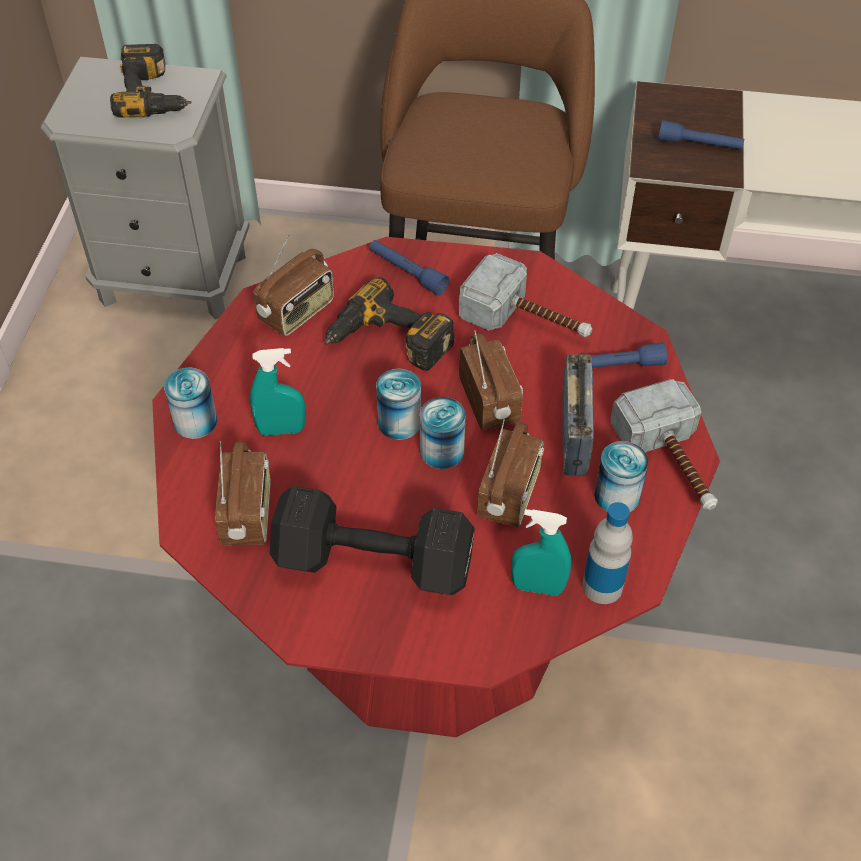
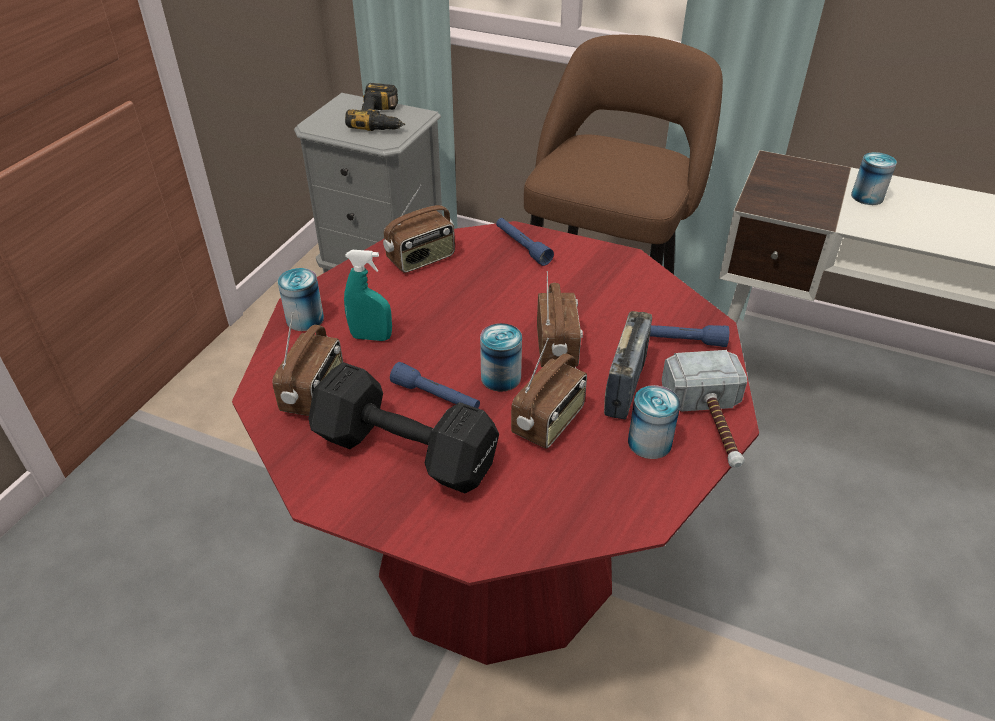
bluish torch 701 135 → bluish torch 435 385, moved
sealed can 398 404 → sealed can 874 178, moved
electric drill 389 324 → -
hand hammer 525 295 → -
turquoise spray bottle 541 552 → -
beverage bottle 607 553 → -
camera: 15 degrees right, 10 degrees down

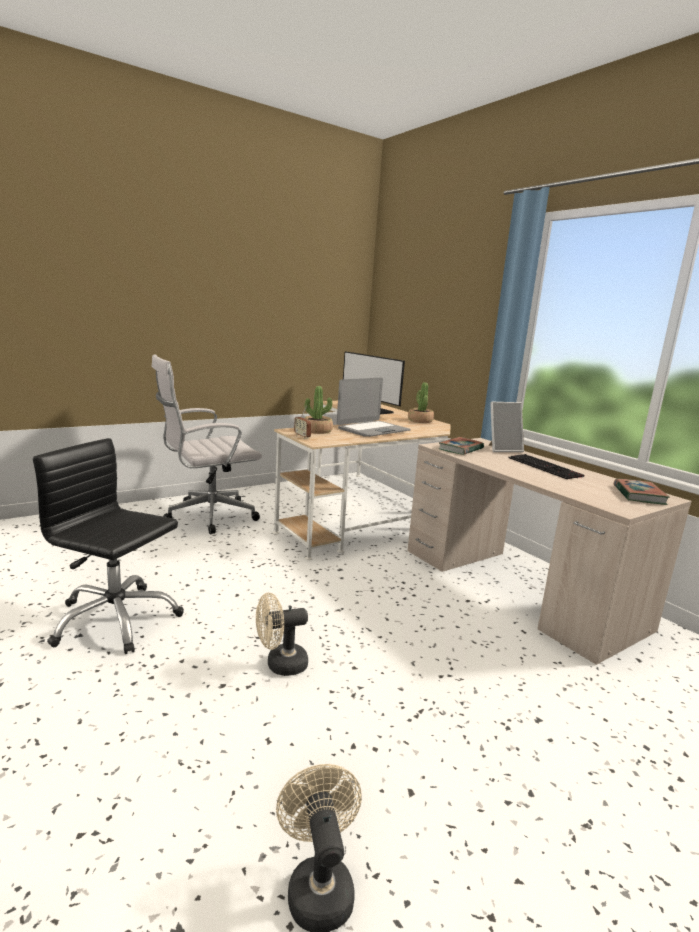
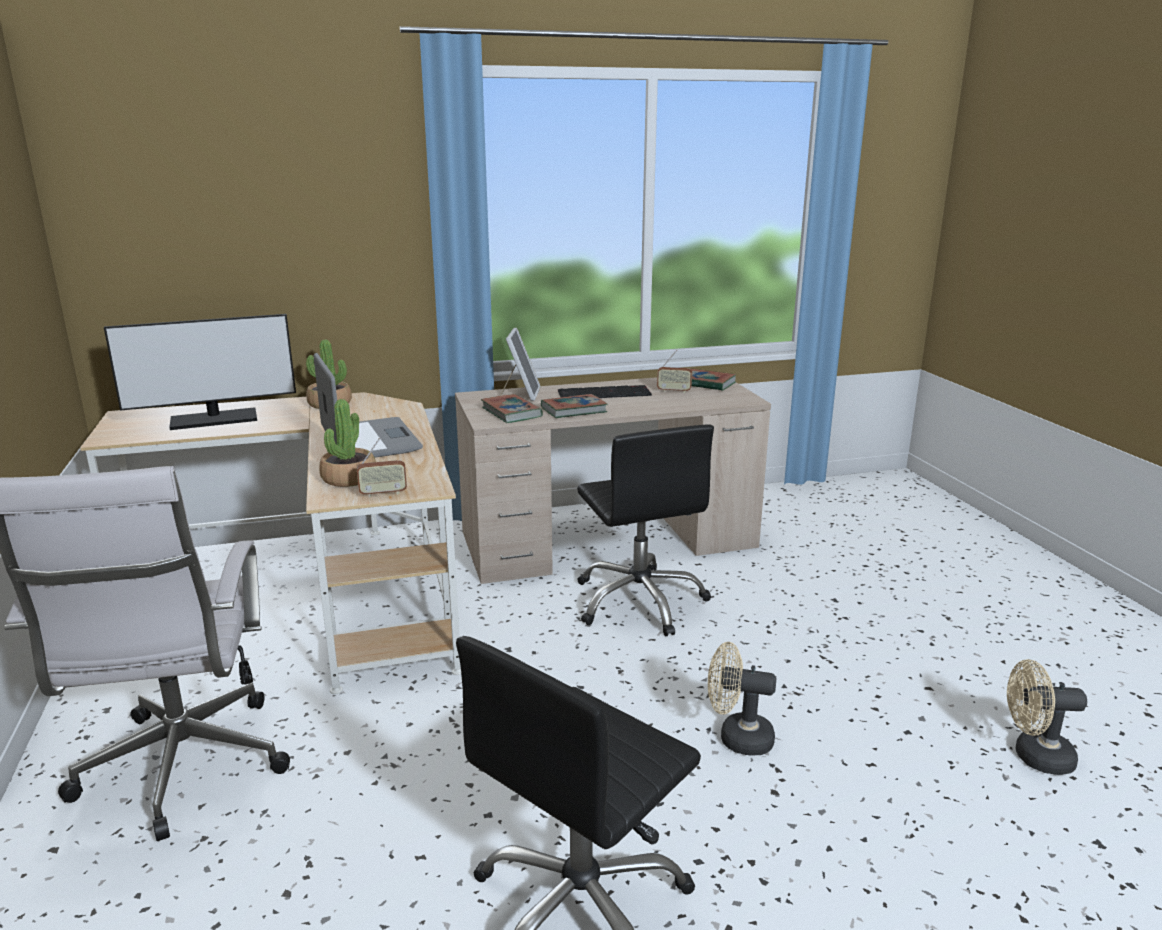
- → volume 574 406
- → black-coloured office chair 645 530
- → radio set 674 371
beige fan 282 634 → beige fan 742 698, 105 degrees clockwise
camera: 70 degrees left, 5 degrees up

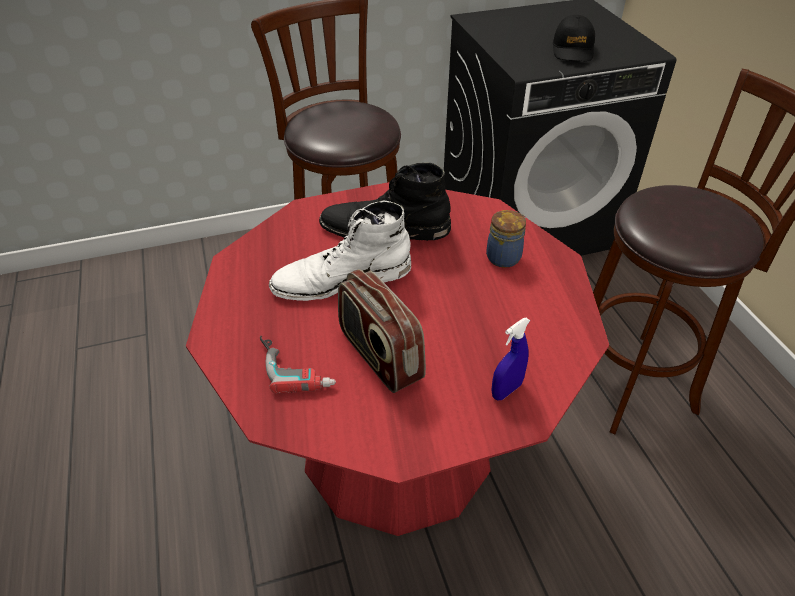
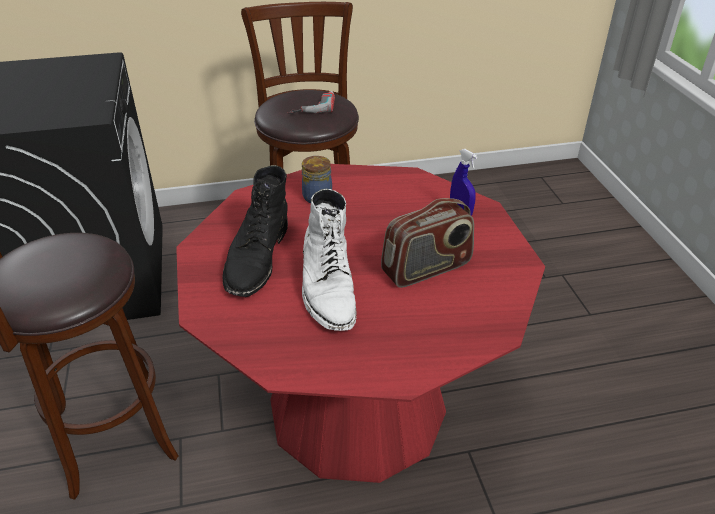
electric drill 298 364 → electric drill 311 102, moved
black-coloured peaked cap 574 38 → -
camera: 85 degrees left, 5 degrees down

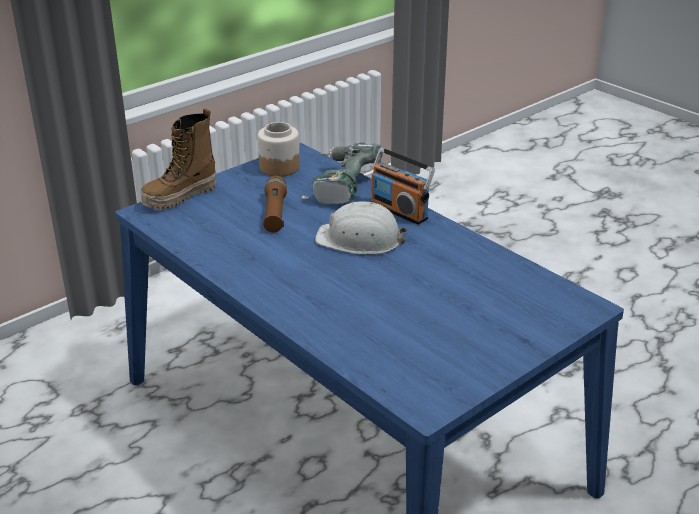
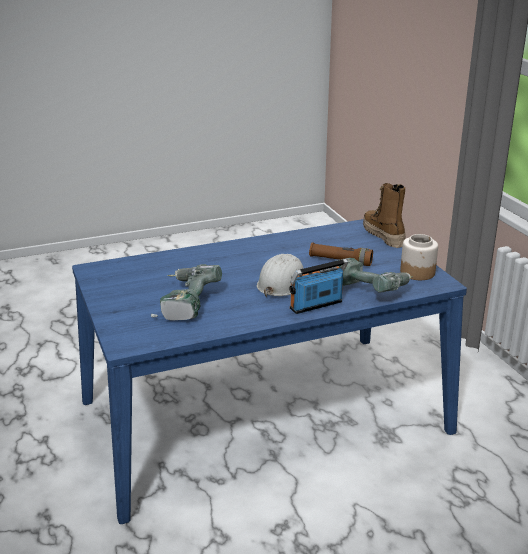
- → electric drill 186 292
camera: 110 degrees right, 5 degrees down

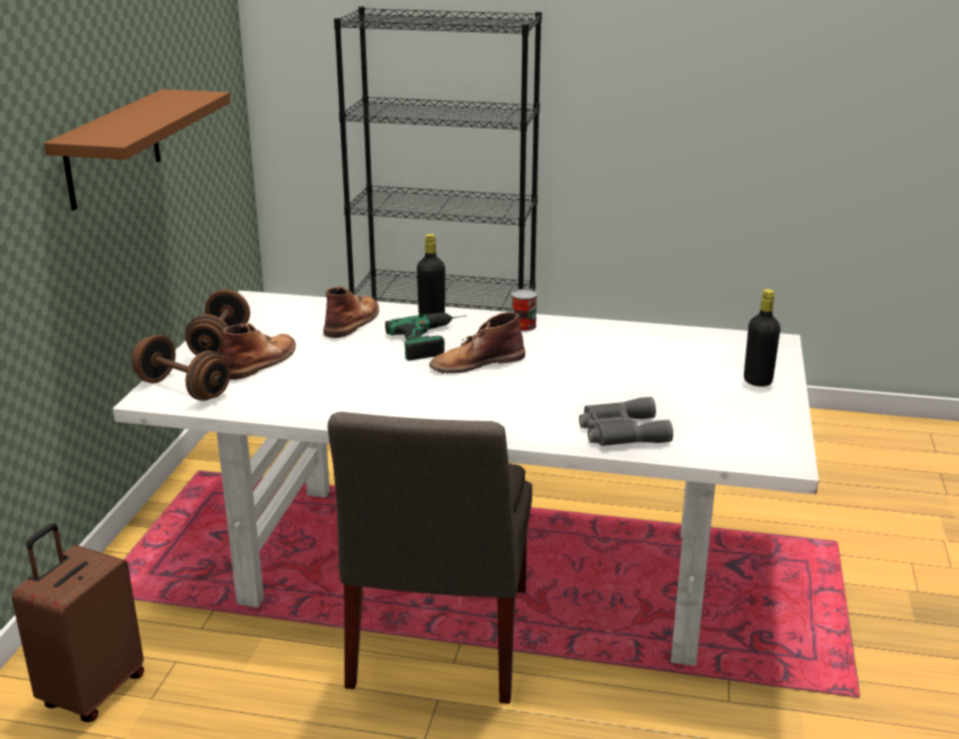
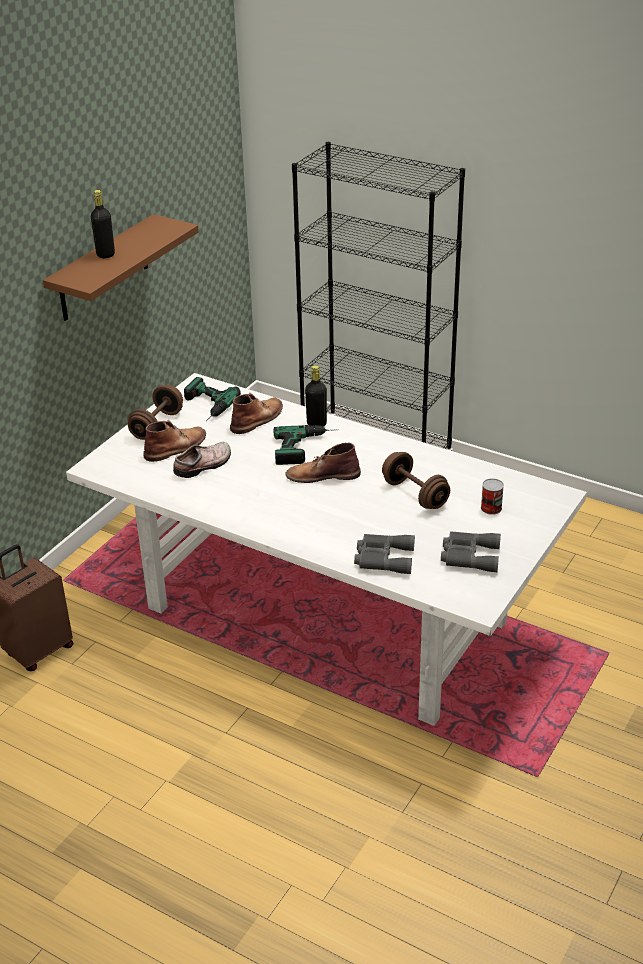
black-coloured beverage bottle 762 338 → black-coloured beverage bottle 103 224, moved
- → shoe 202 460
- → electric drill 212 399
brown free weight 180 368 → brown free weight 416 480, moved
- → greyish pair of binoculars 471 551
sealed can 524 310 → sealed can 492 496, moved
greyish plain chair 430 558 → -
camera: 20 degrees right, 10 degrees up

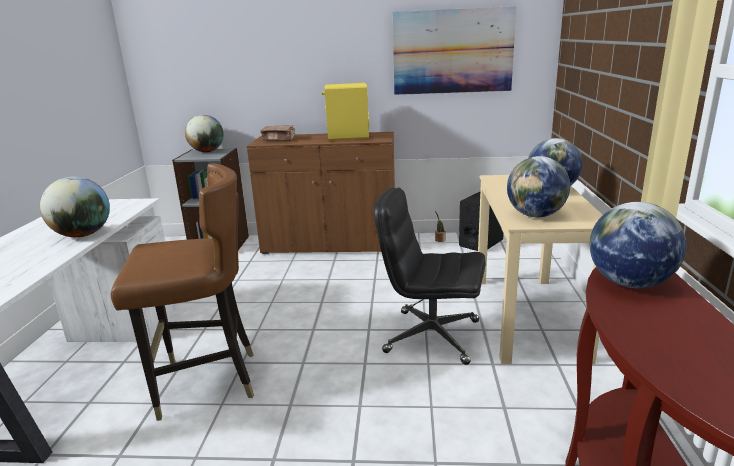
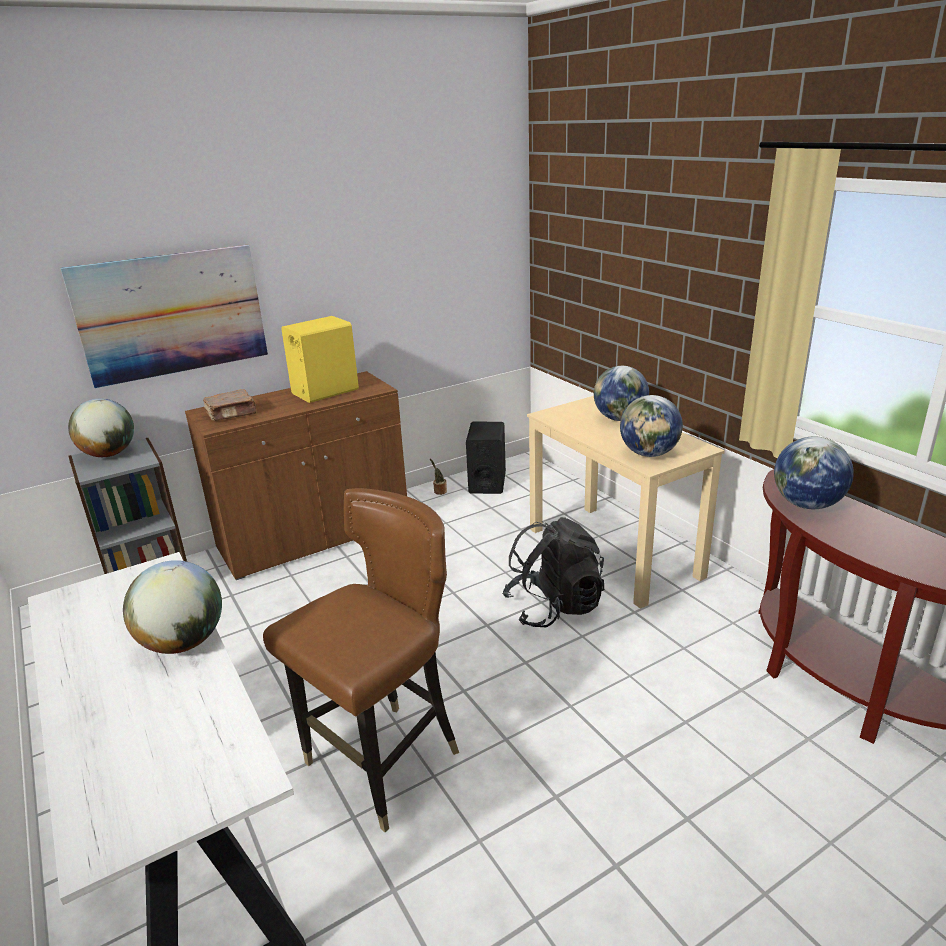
wall picture 454 50 → wall picture 164 316, moved
black-coloured office chair 430 276 → black-coloured backpack 553 572
camera: 35 degrees left, 5 degrees up

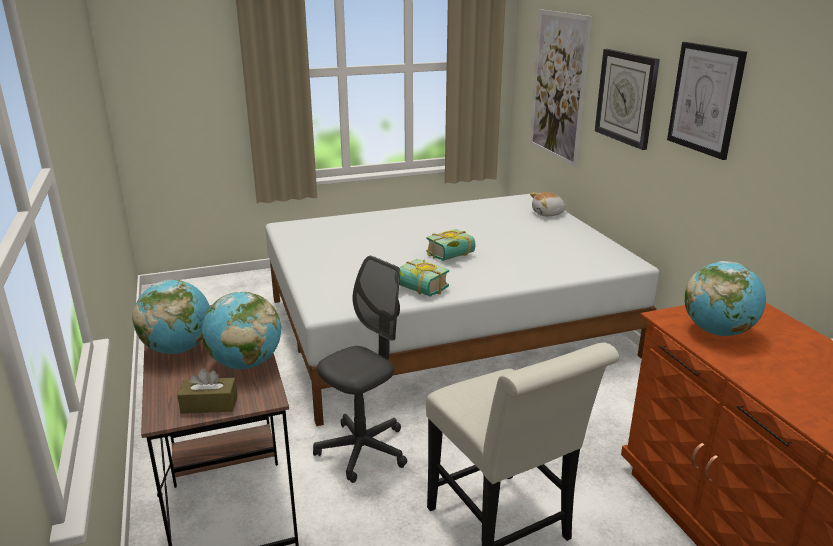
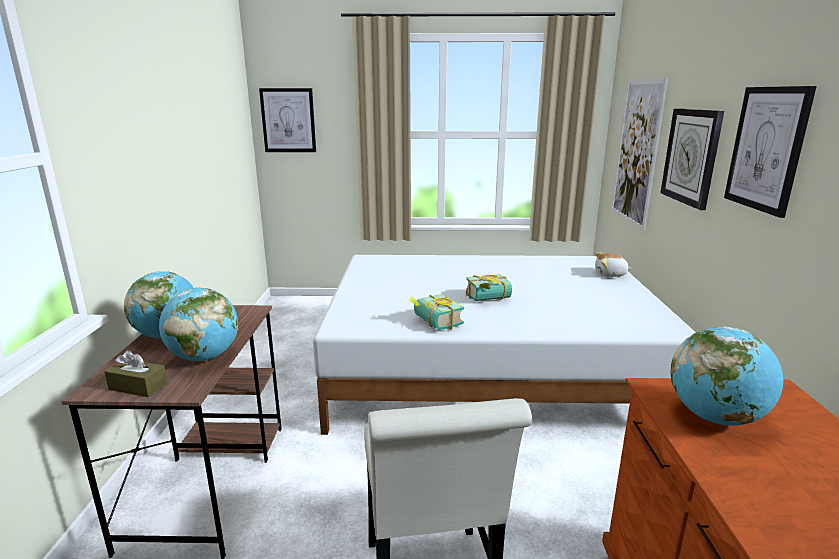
- → wall picture 287 120
greyish office chair 360 369 → -
camera: 20 degrees right, 5 degrees down

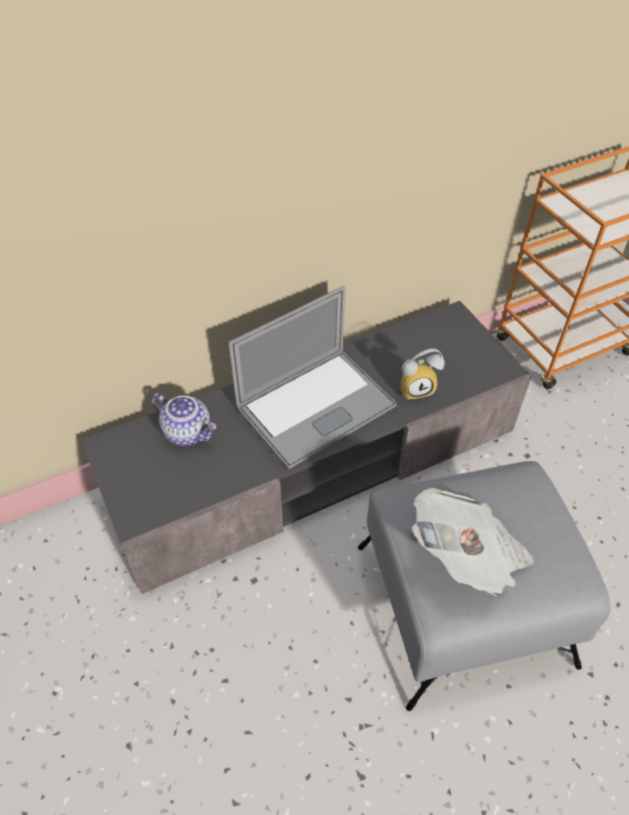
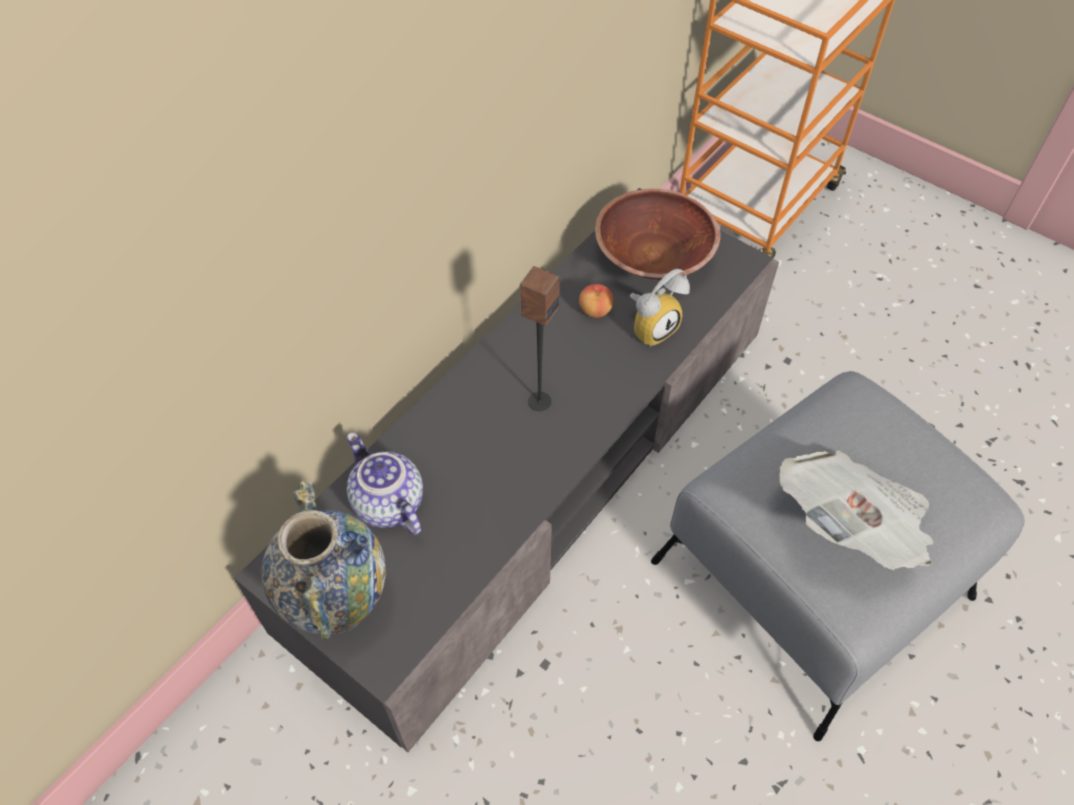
- → vase 323 560
pot for tea 183 419 → pot for tea 385 483, 135 degrees counterclockwise
notebook computer 312 377 → audio speaker 540 338
- → whole apple 596 301
- → brown deep dish 658 234
camera: 25 degrees left, 5 degrees up

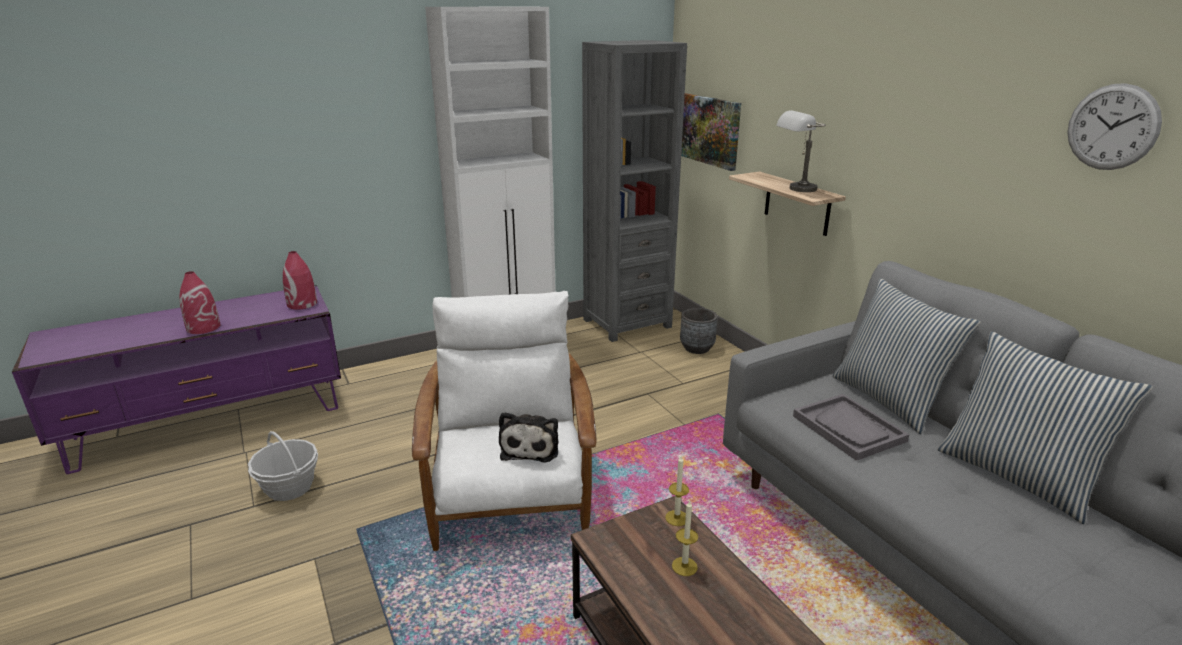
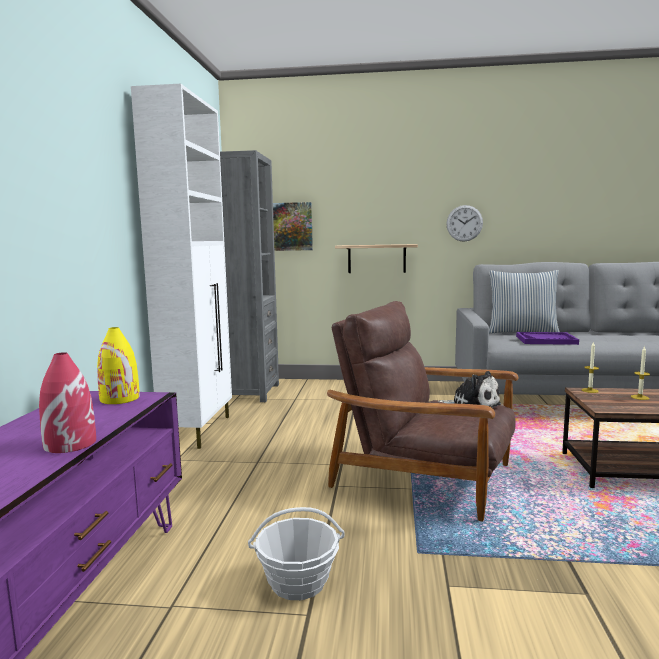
red-coloured vase 300 280 → yellow vase 118 365
white-coloured lounge chair 504 421 → brown lounge chair 423 411
hanging clock 1114 126 → hanging clock 464 223, moved
greyish tray 851 427 → purplish tray 547 338
greyish planter 699 331 → -
greyish table lamp 801 151 → -
throw pillow 1045 427 → -
camera: 55 degrees left, 15 degrees down

